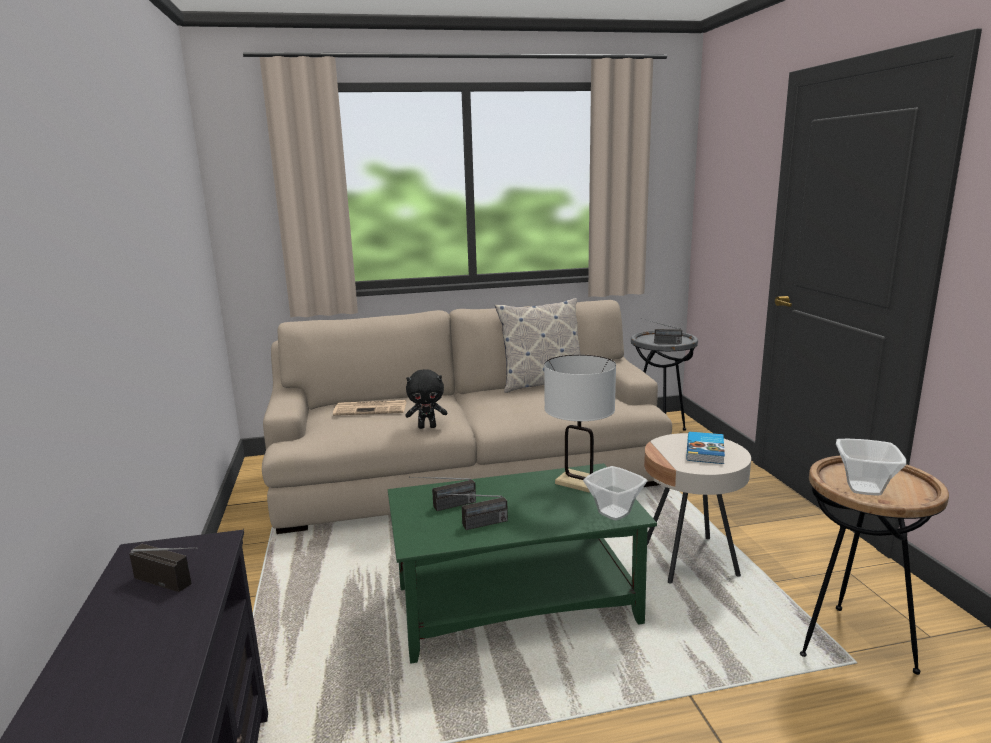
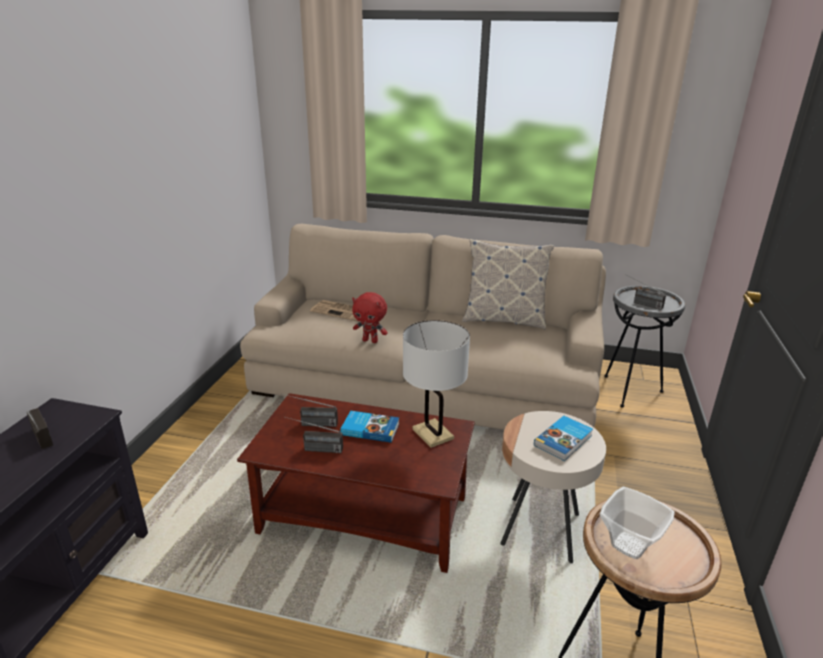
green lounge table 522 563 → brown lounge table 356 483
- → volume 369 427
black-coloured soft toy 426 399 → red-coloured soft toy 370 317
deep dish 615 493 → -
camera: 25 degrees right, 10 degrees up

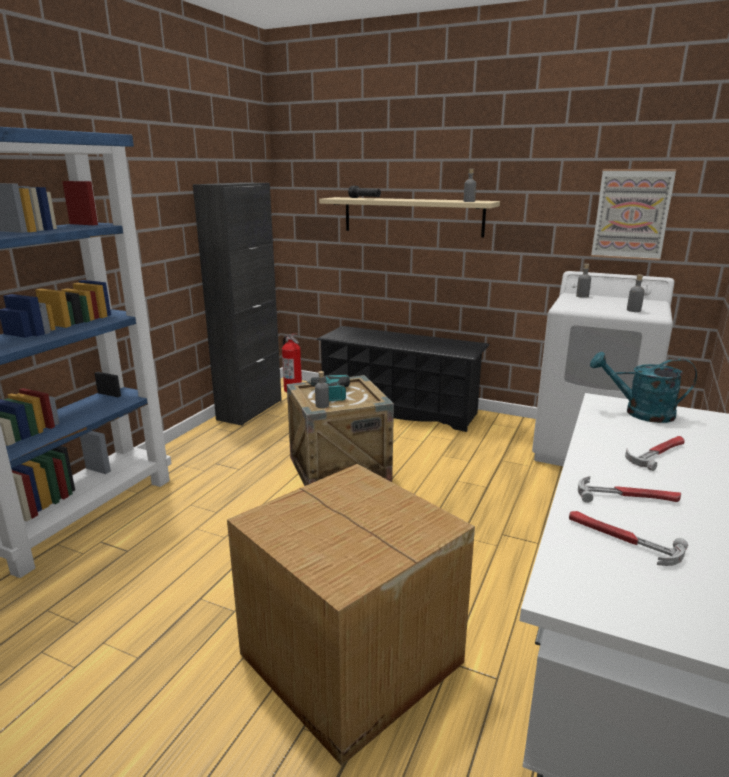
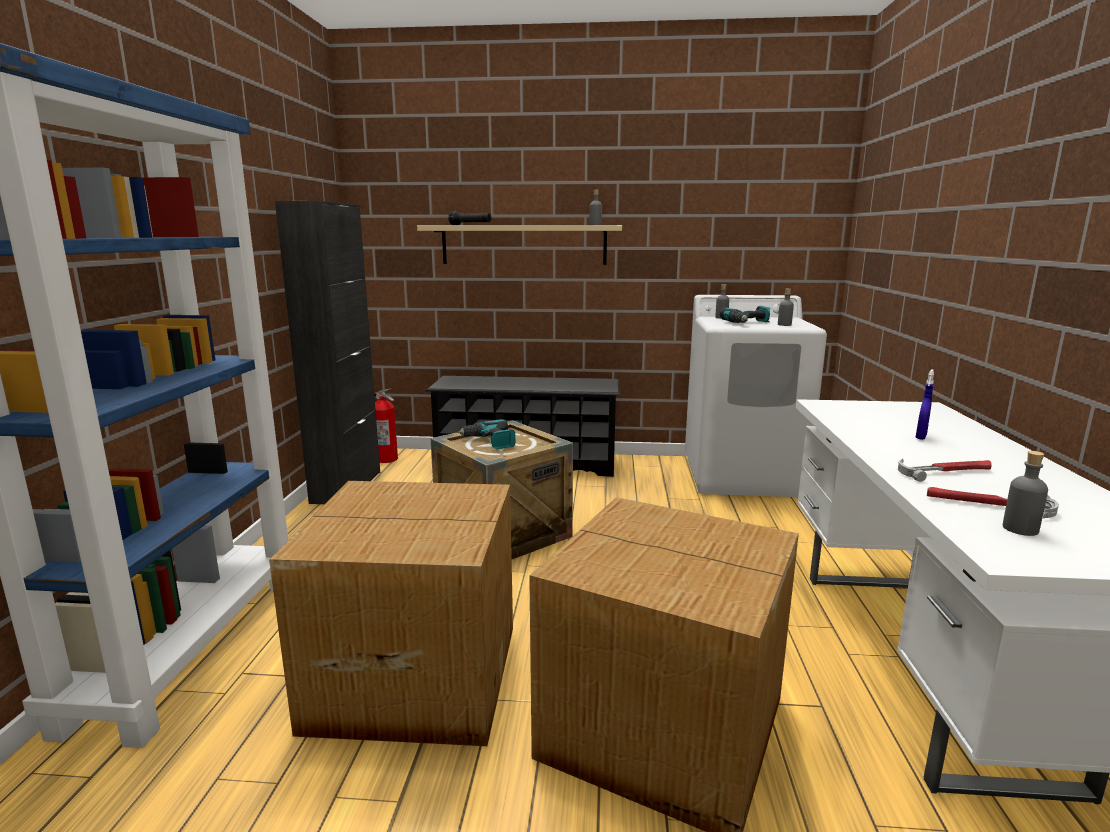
- → packing box 391 613
- → electric drill 745 314
hand hammer 655 453 → bluish spray bottle 925 404
greyish beverage bottle 322 389 → greyish beverage bottle 1025 493, moved
turquoise watering pot 643 387 → -
wall picture 633 215 → -
camera: 20 degrees left, 5 degrees down

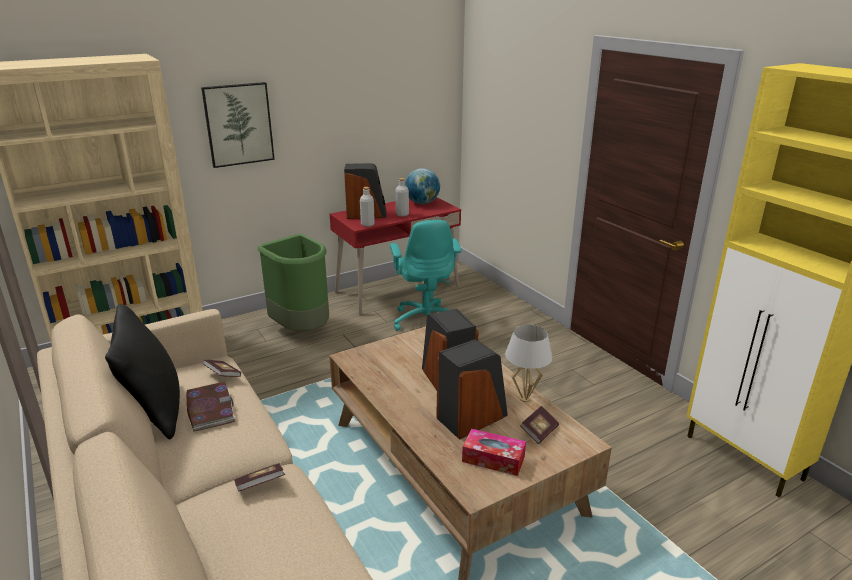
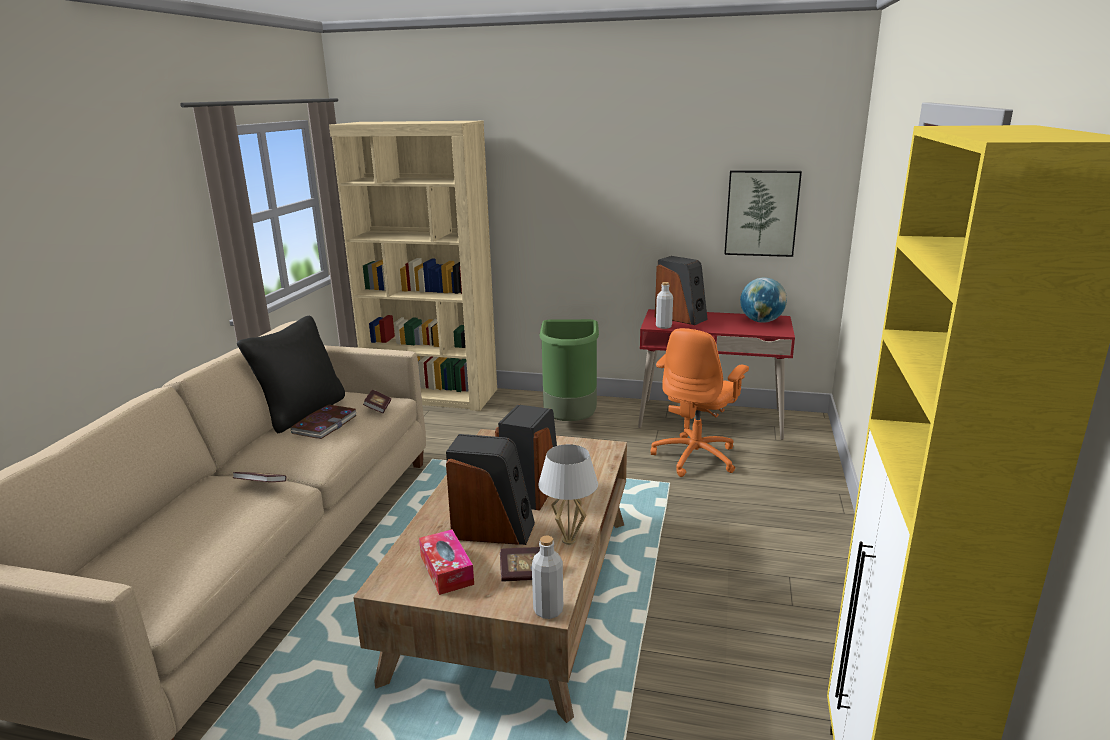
greyish beverage bottle 402 197 → greyish beverage bottle 547 577, moved
turquoise office chair 426 275 → orange-coloured office chair 699 402
wall picture 238 125 → wall picture 763 213, moved
camera: 45 degrees right, 5 degrees down

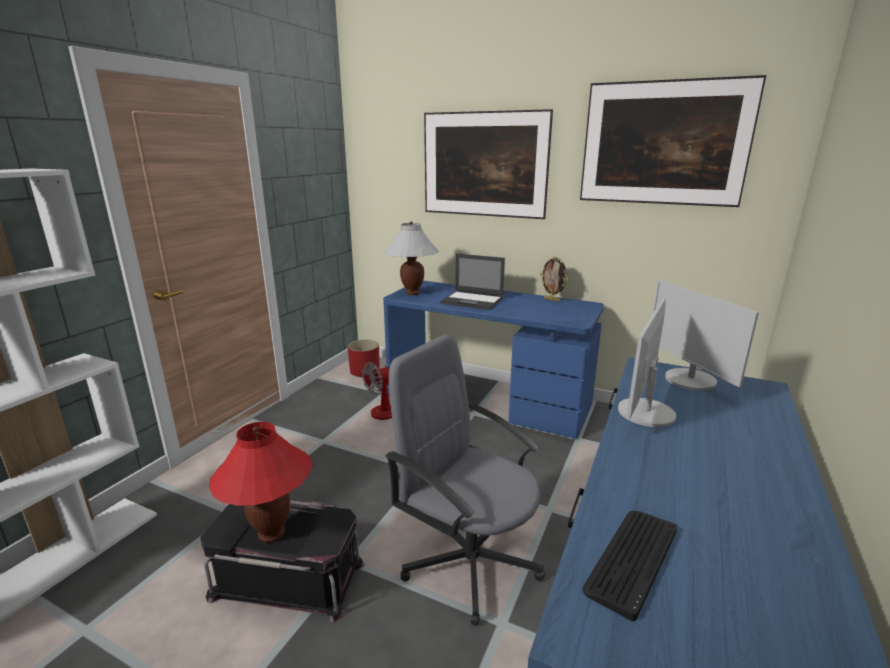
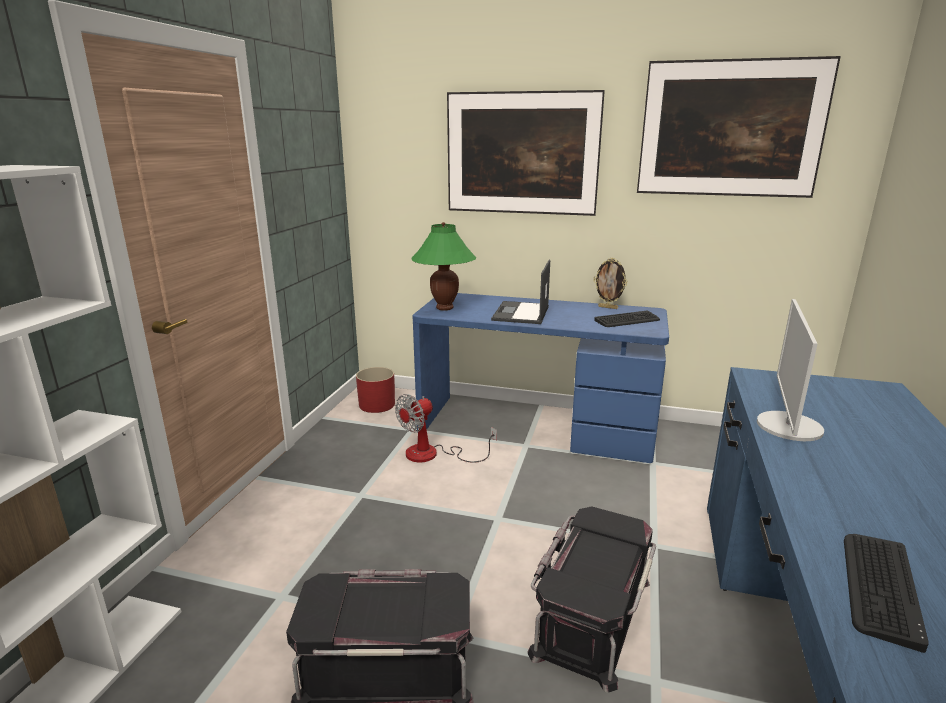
white-coloured table lamp 411 258 → green table lamp 444 266
notebook computer 472 282 → notebook computer 520 291, 90 degrees clockwise
greyish office chair 465 480 → black-coloured storage container 592 599
- → PC keyboard 627 319
red-coloured table lamp 261 482 → -
computer display 705 335 → -
camera: 10 degrees left, 0 degrees up

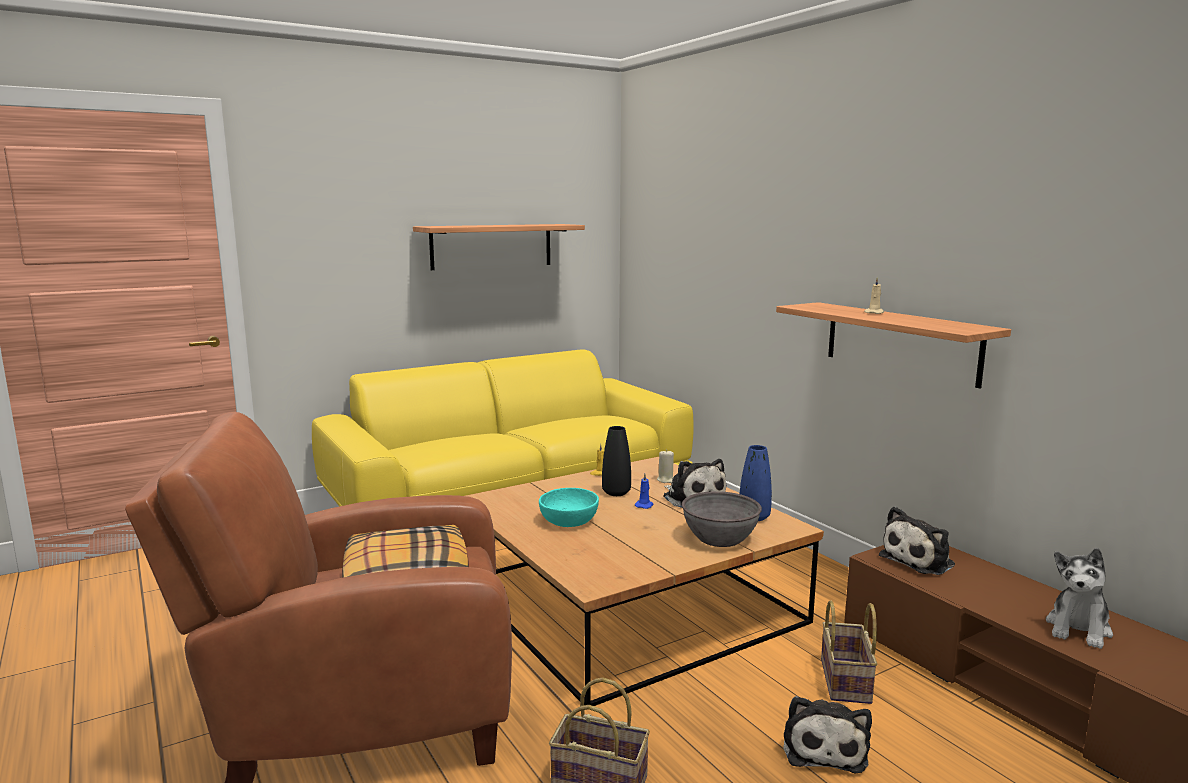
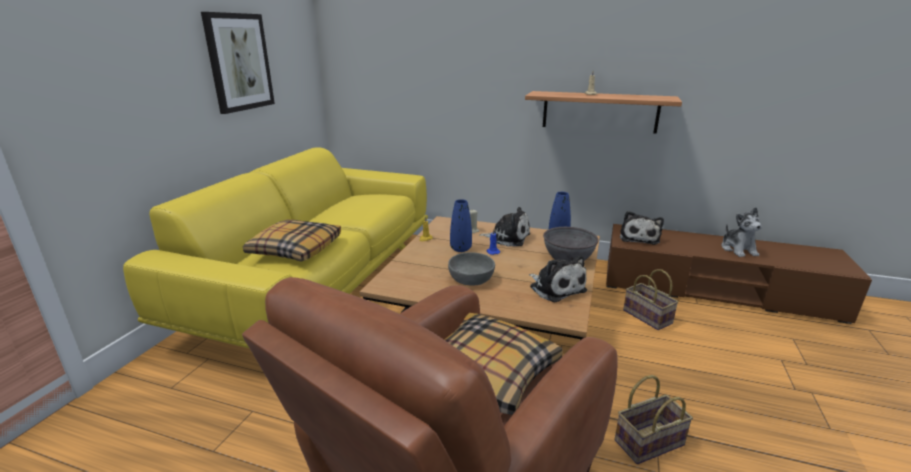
wall shelf 499 247 → wall picture 238 63
- → throw pillow 292 240
turquoise deep dish 569 507 → greyish deep dish 471 269
black-coloured vase 616 461 → bluish vase 461 225
soft toy 827 735 → soft toy 558 279, moved
camera: 40 degrees left, 10 degrees up

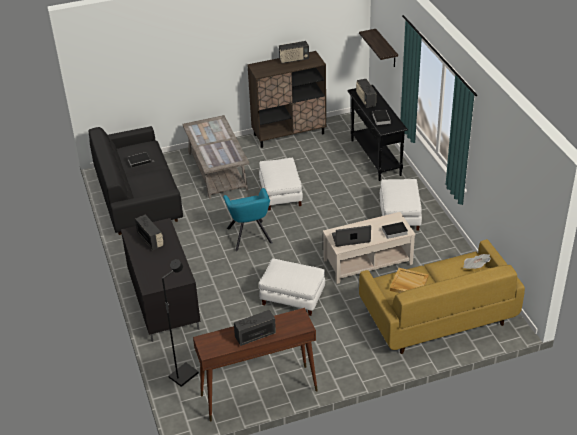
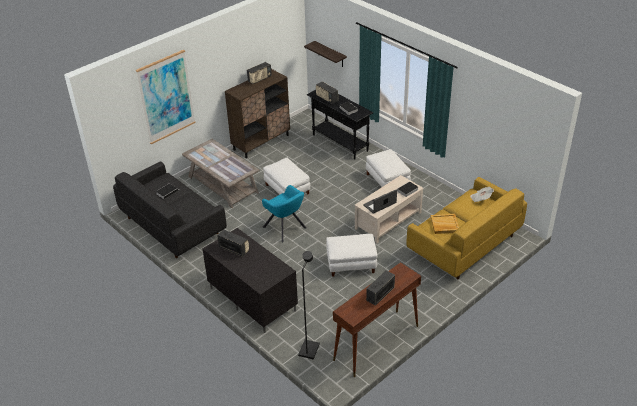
- → wall picture 166 97
camera: 25 degrees left, 0 degrees up

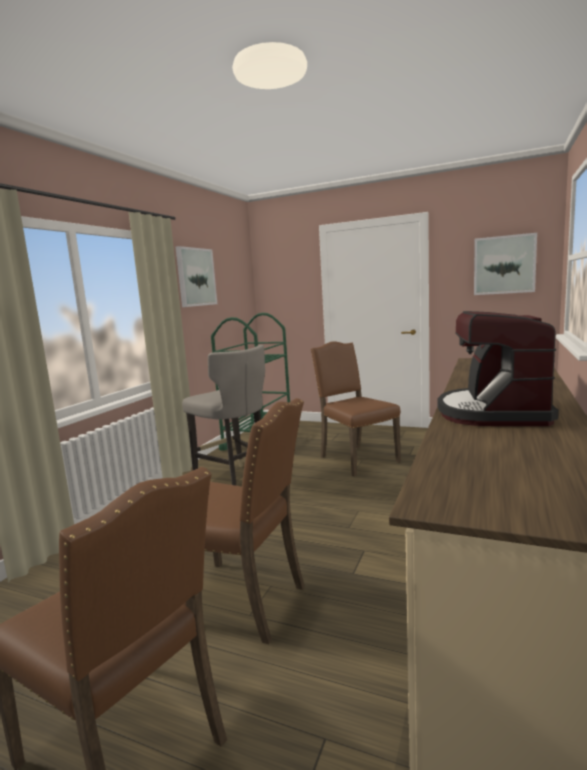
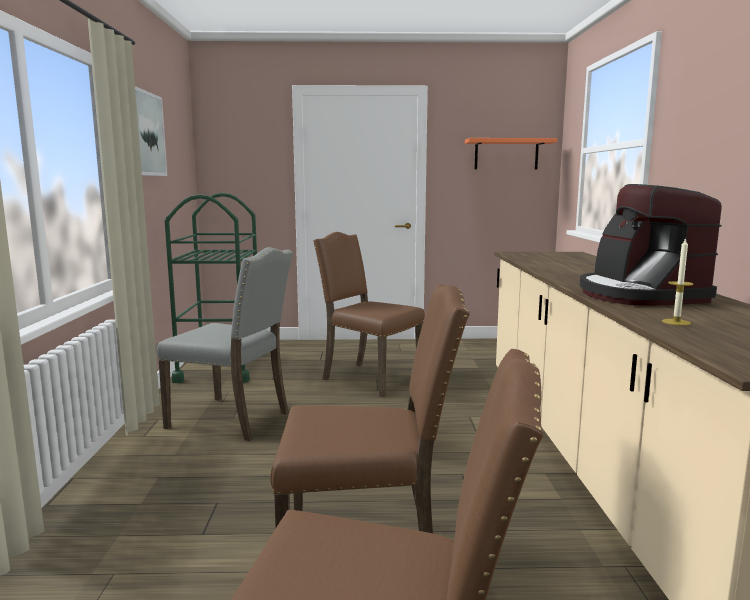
greyish sitting stool 223 415 → greyish plain chair 224 344
wall picture 505 264 → orange-coloured wall shelf 511 153
- → wax candle 677 282
camera: 25 degrees left, 0 degrees up

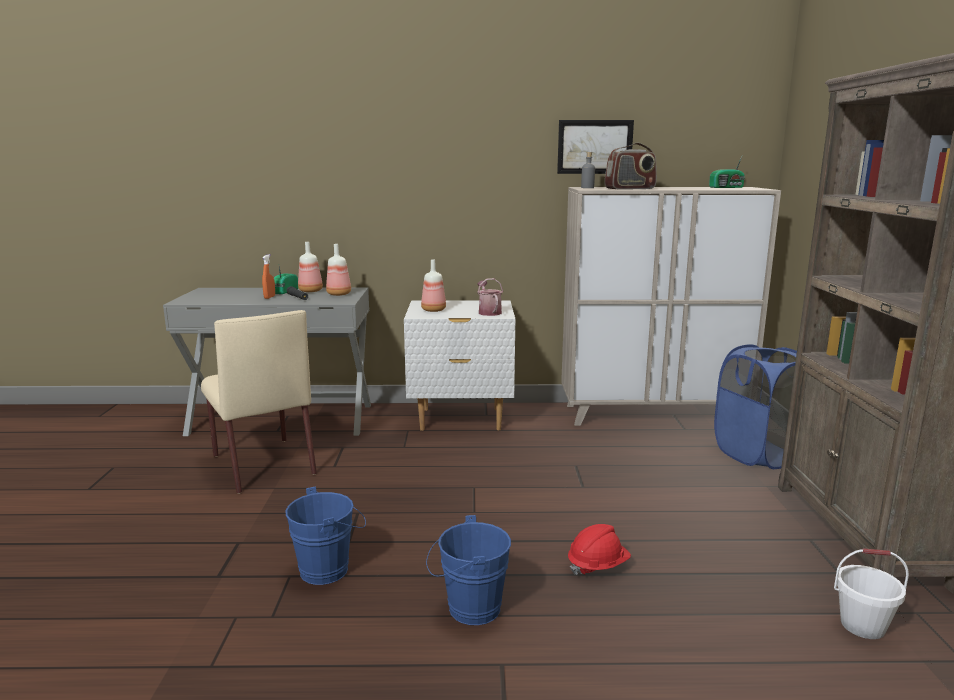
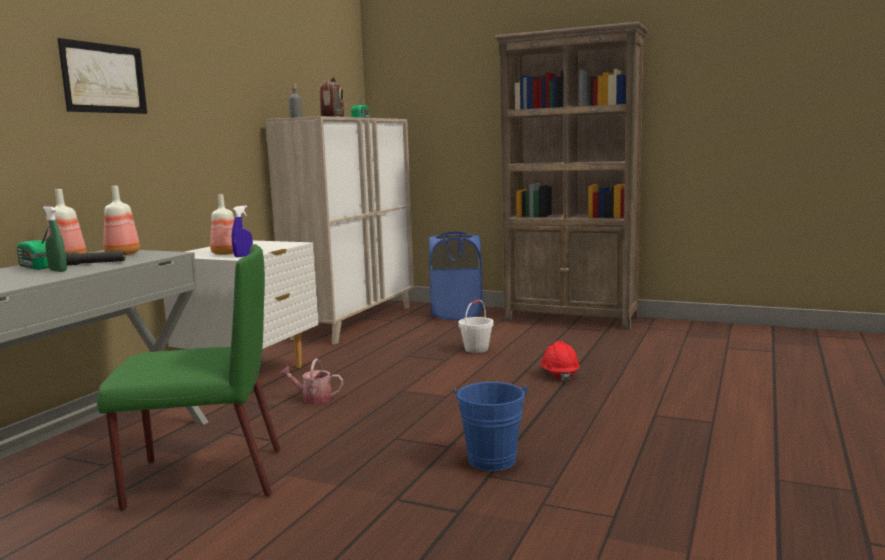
orange-coloured spray bottle 268 276 → green spray bottle 55 239
wall picture 595 147 → wall picture 102 76, moved
beige plain chair 259 402 → green plain chair 189 377
- → bluish spray bottle 242 231
watering pot 490 297 → watering pot 311 381, moved
white-coloured pail 871 593 → white-coloured pail 475 326, moved
bluish pail 468 570 → -
camera: 65 degrees left, 5 degrees down

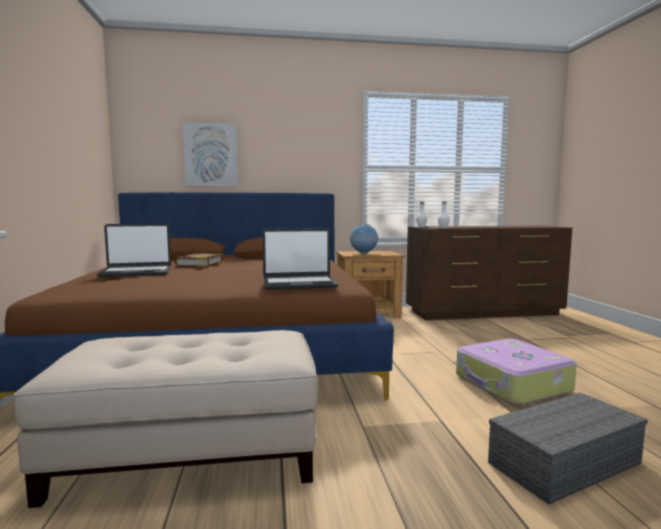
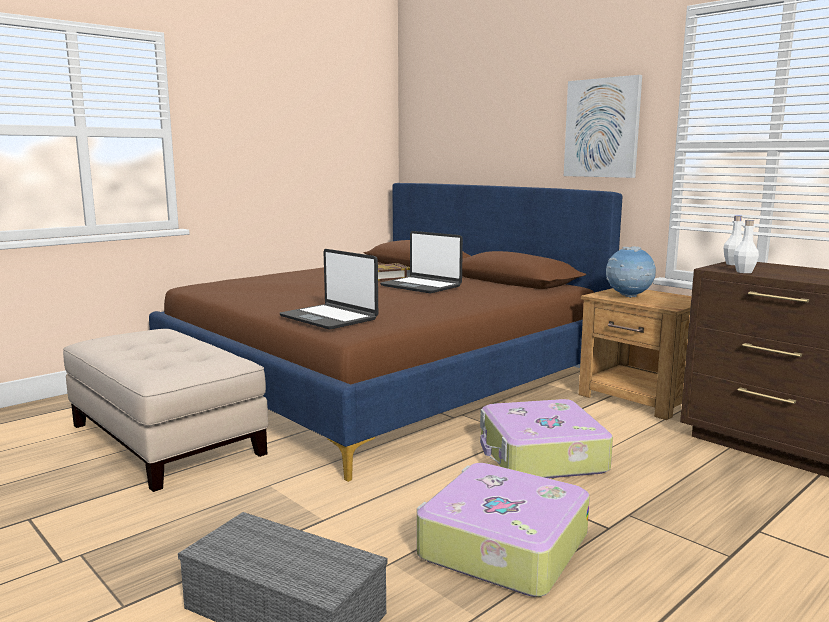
notebook computer 134 250 → notebook computer 421 262, moved
- → piece of luggage 546 438
wall picture 210 154 → wall picture 603 126, moved
camera: 55 degrees right, 5 degrees up

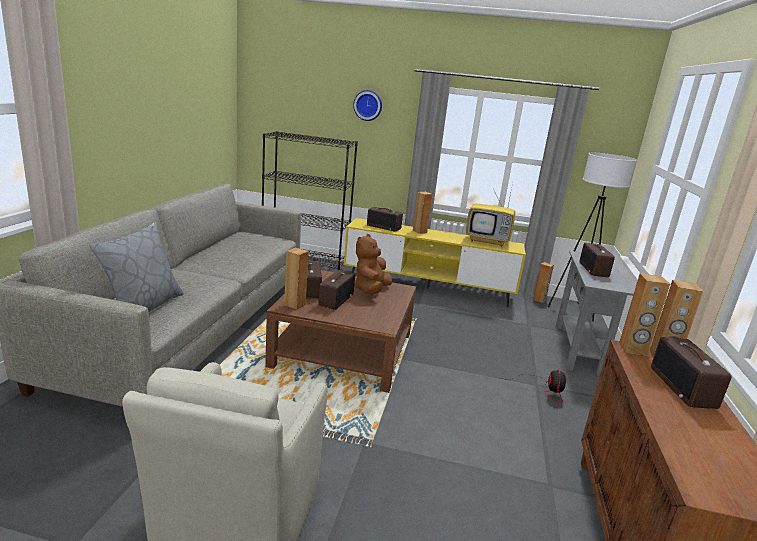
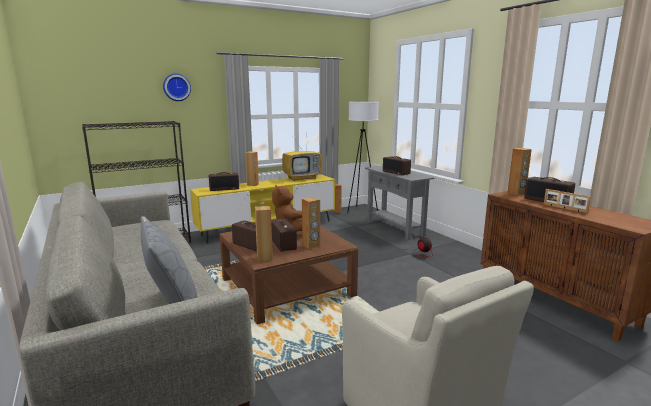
brown audio speaker 644 314 → brown audio speaker 311 223, moved
- → photo frame 567 201
camera: 40 degrees left, 5 degrees down

